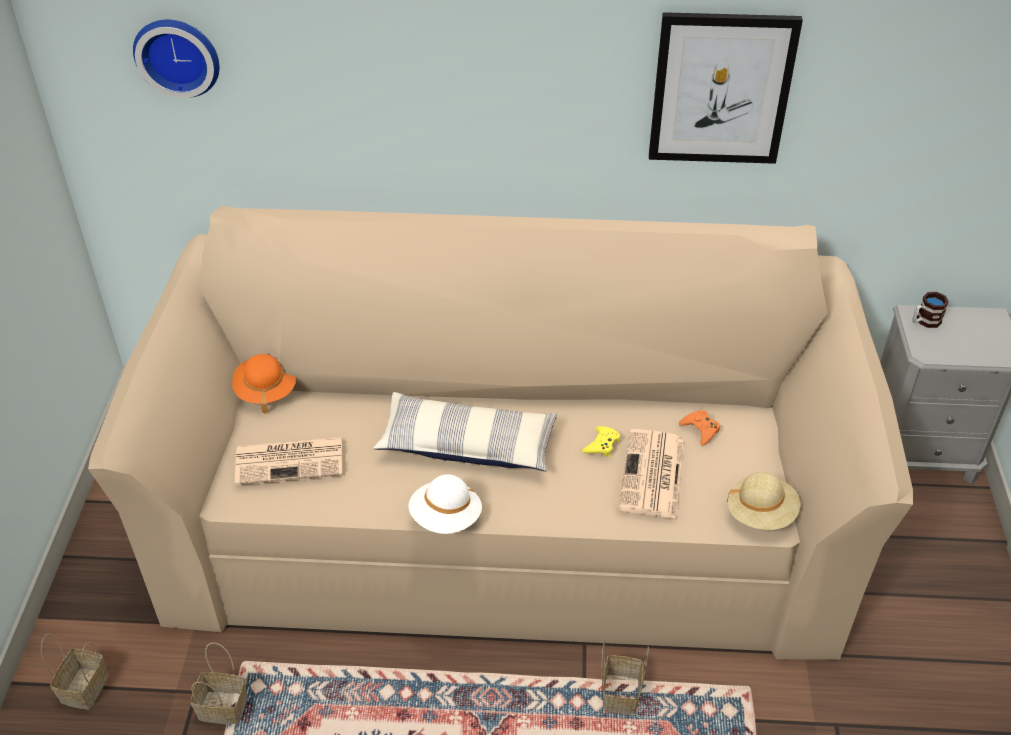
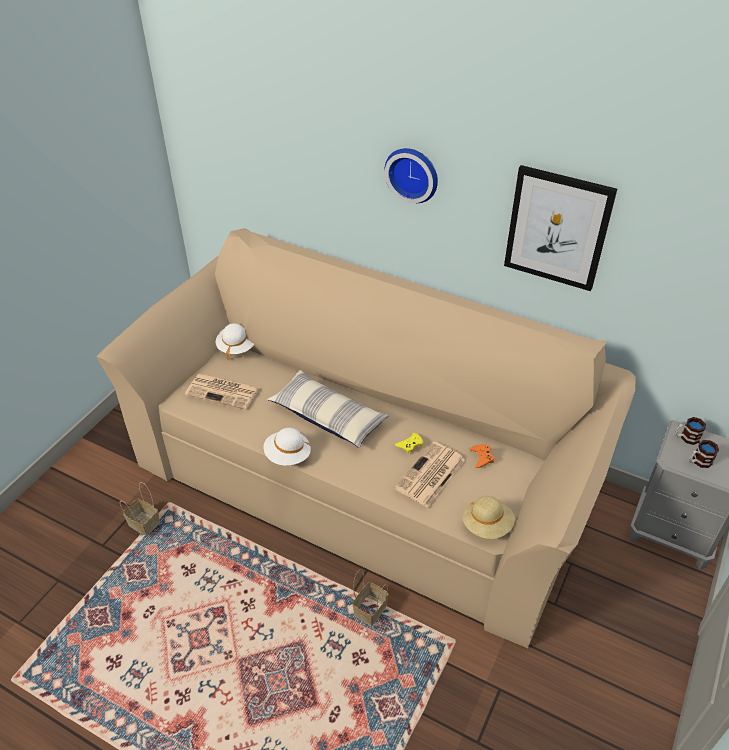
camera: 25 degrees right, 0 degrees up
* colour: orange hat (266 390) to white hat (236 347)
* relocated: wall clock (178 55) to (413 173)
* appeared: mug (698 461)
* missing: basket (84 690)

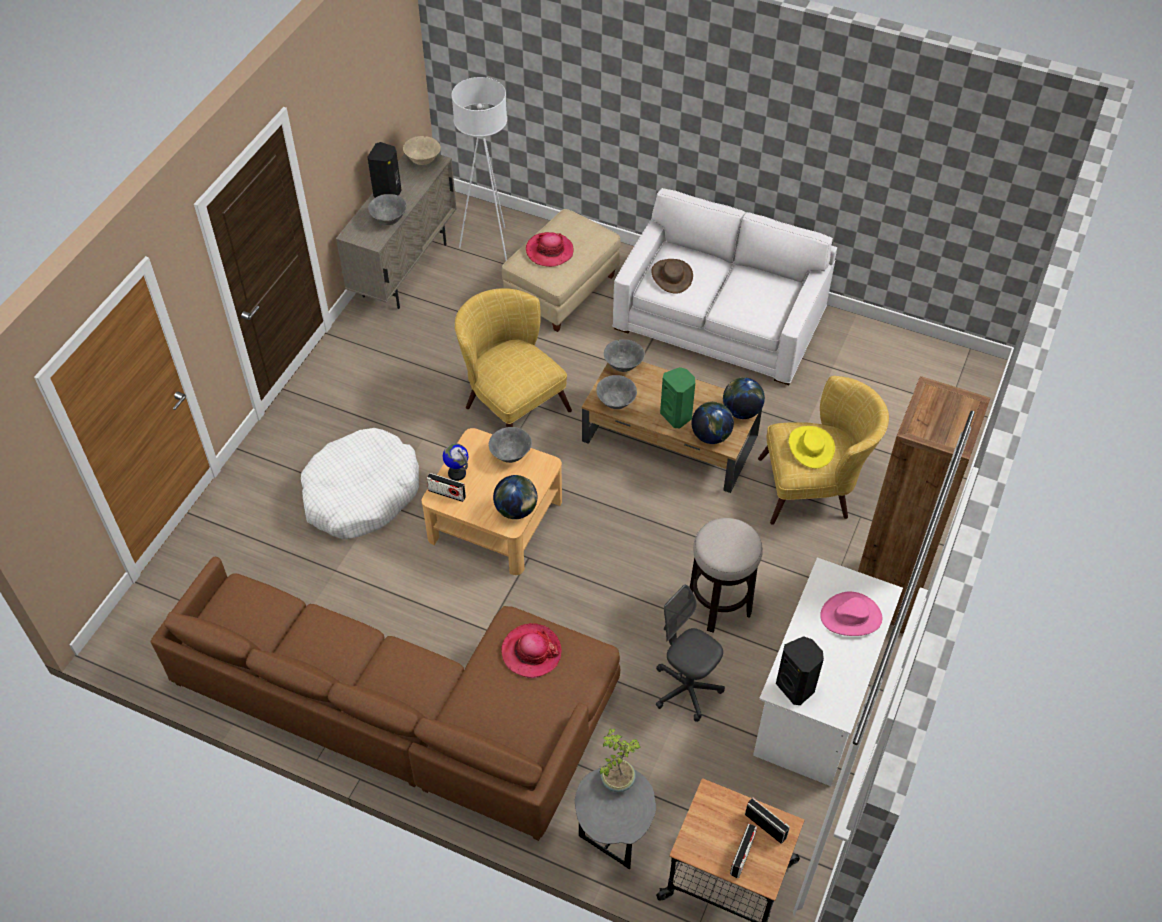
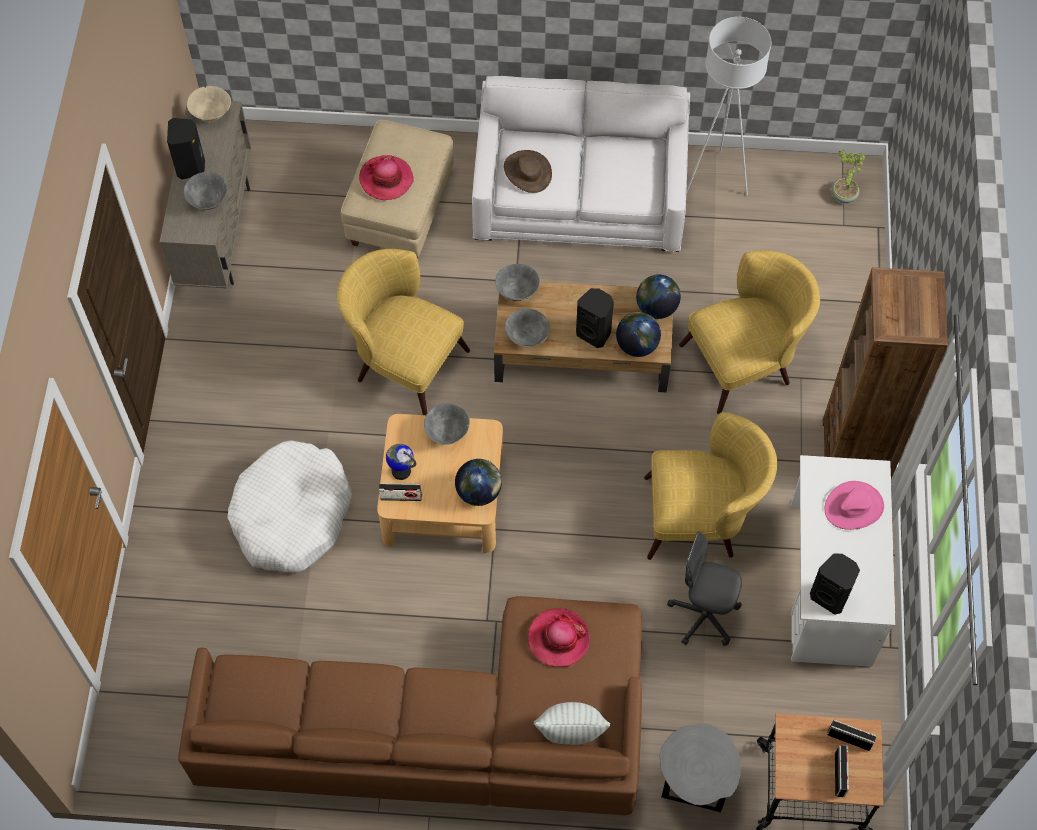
camera: 20 degrees left, 10 degrees up
* appeared: white pillow (570 733)
* colour: green speaker (677 416) to black speaker (594 333)
* exchanged: stool (719 605) to yellow armchair (701 518)
* relocated: white floor lamp (489 245) to (717 179)
* relocated: potted plant (616 780) to (843 196)
* missing: yellow hat (811 447)

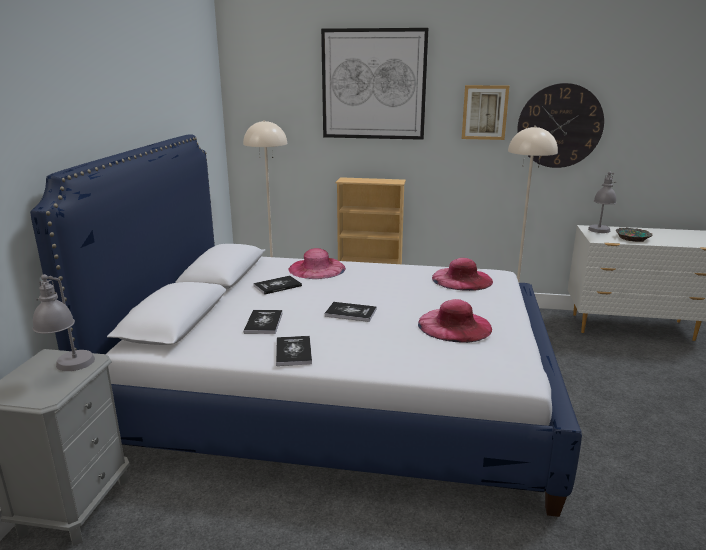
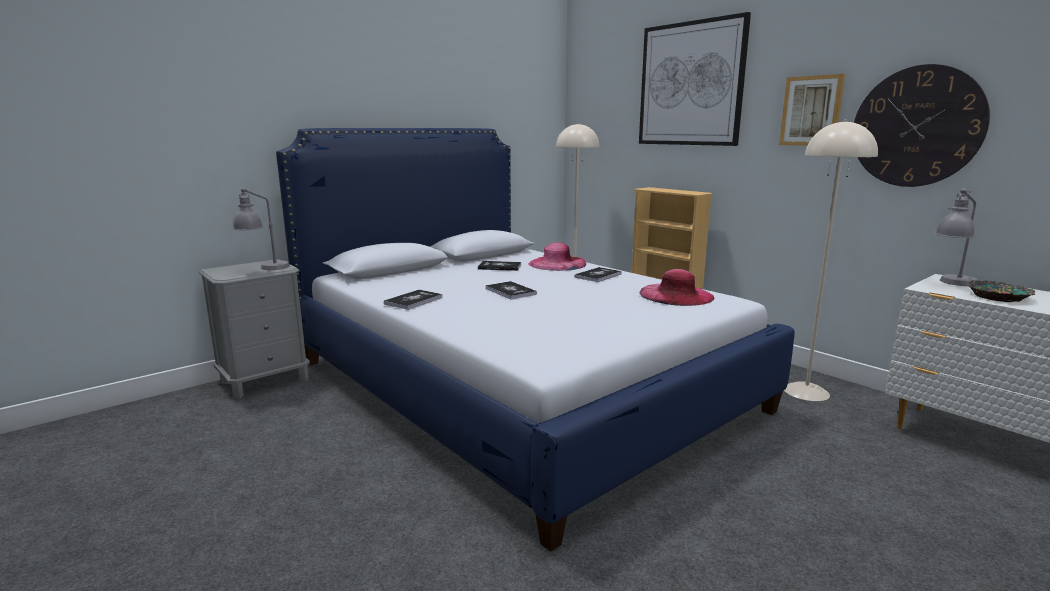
camera: 40 degrees right, 5 degrees down
* relocated: book (263 323) to (598 275)
* missing: pink hat (454 325)

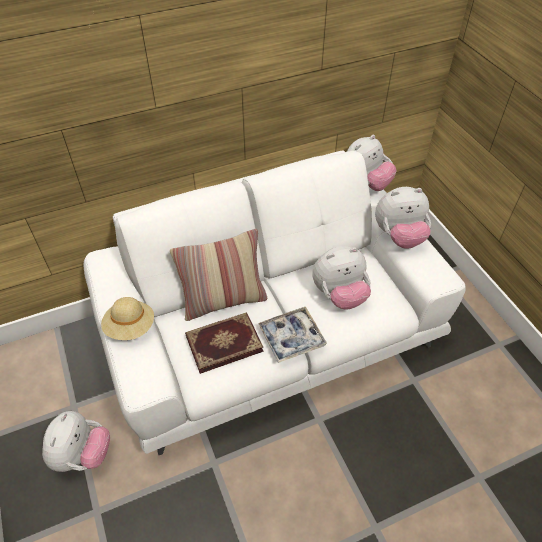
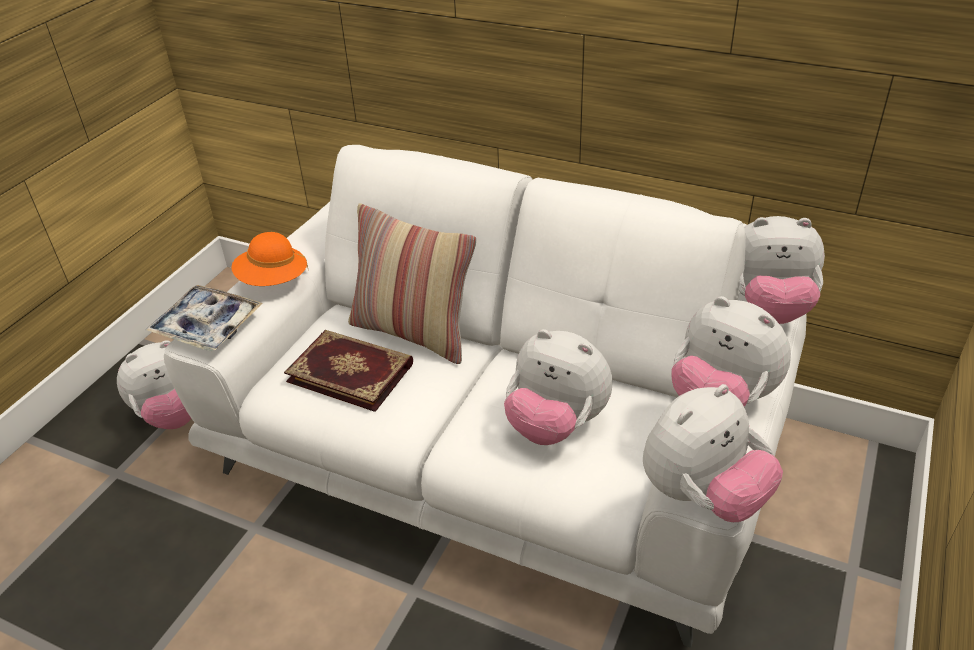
camera: 50 degrees right, 10 degrees down
* relocated: tray (291 338) to (207 326)
* colour: beige hat (130 327) to orange hat (273 280)
* appeared: plush toy (702 495)

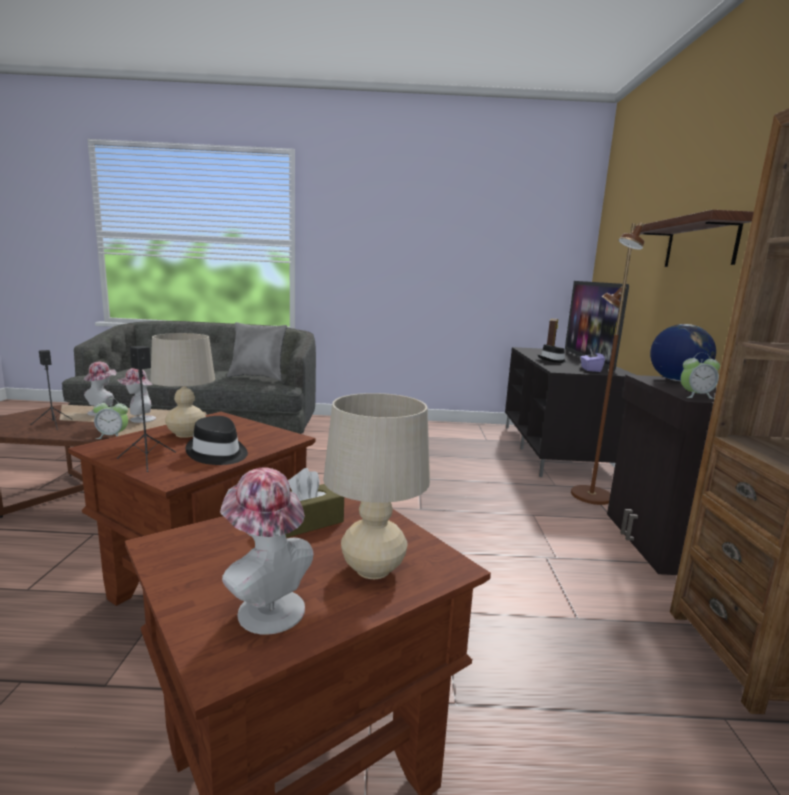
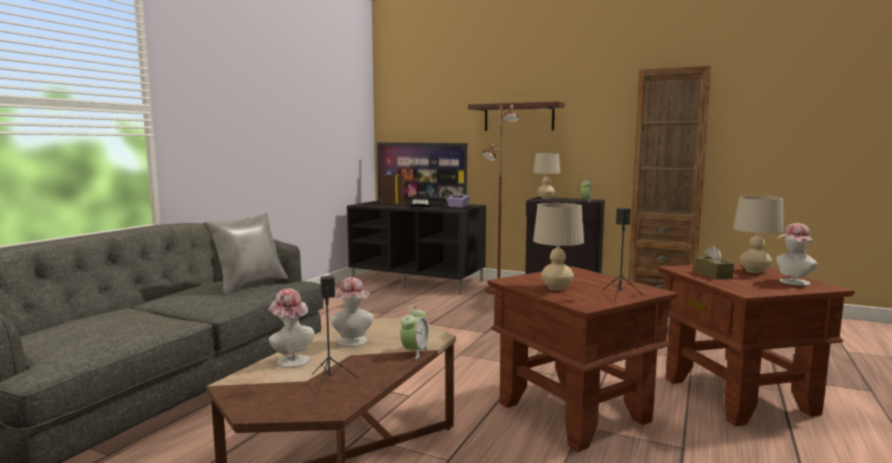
camera: 65 degrees left, 5 degrees down
* exchanged: globe (676 380) to beige table lamp (546 198)
* missing: black hat (217 453)

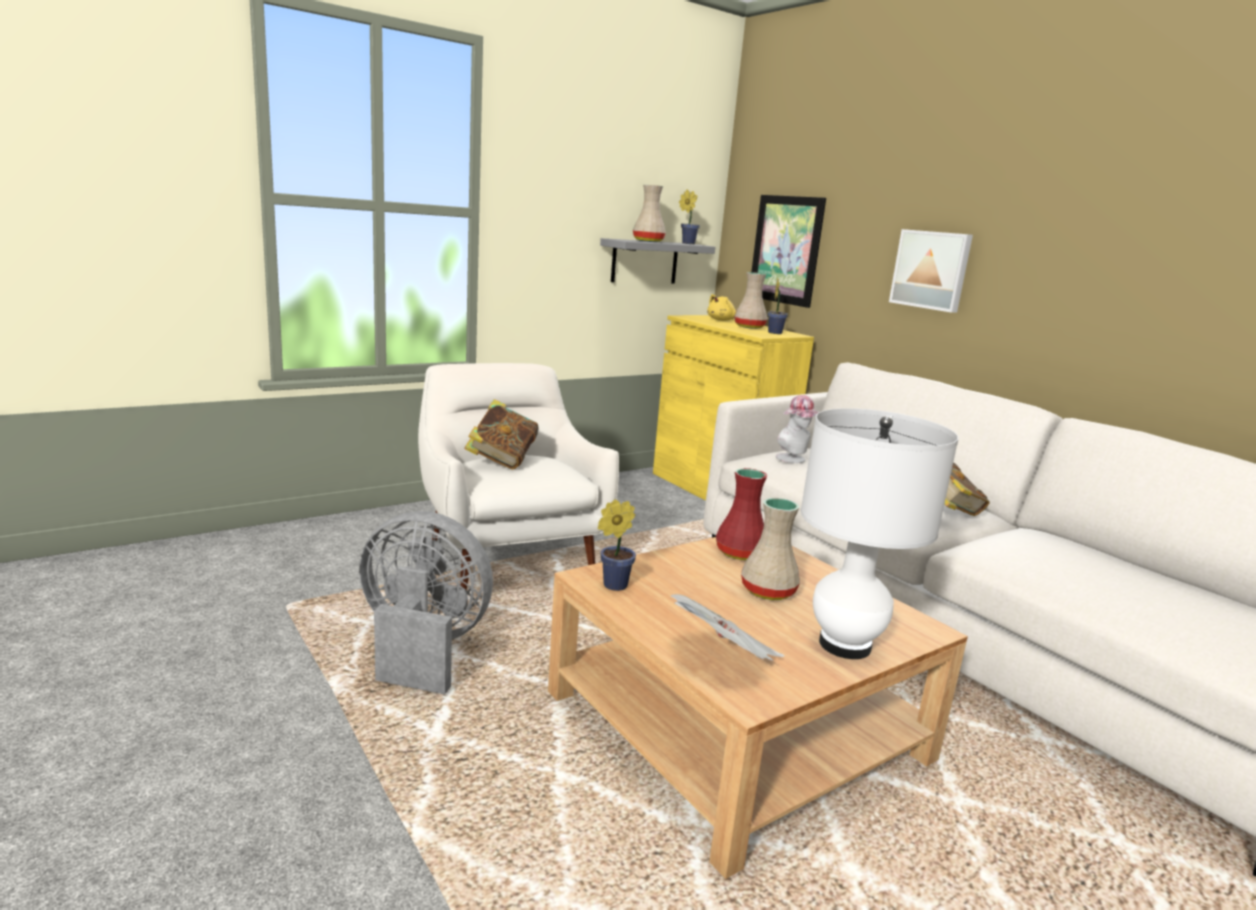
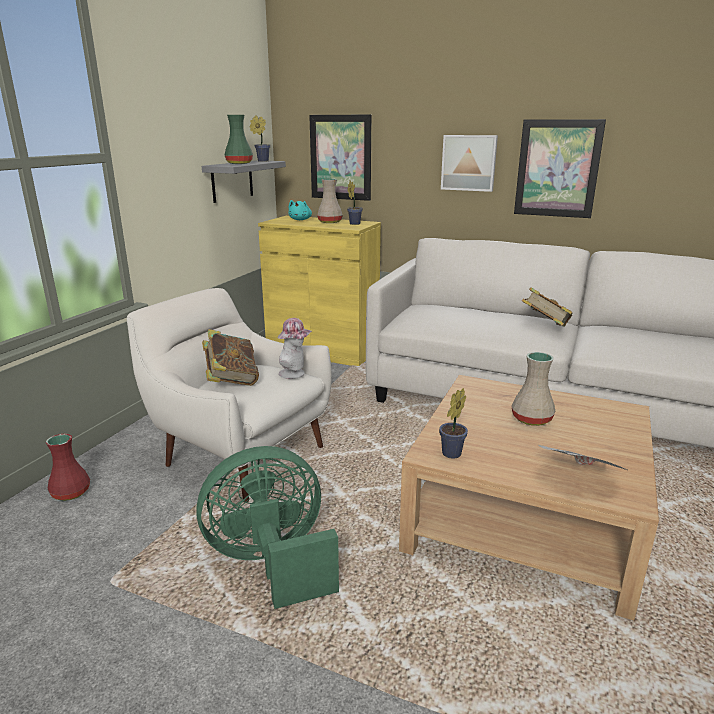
camera: 30 degrees left, 5 degrees up
* relocated: red vase (739 553) to (70 492)
* colour: grey fan (422 648) to green fan (272 563)
* colour: beige vase (648 241) to green vase (239 163)
* relocated: hat (794 459) to (295 373)
* colour: yellow plush toy (721 320) to turquoise plush toy (300 220)
* appeared: picture (557 169)
* missing: white table lamp (844 645)

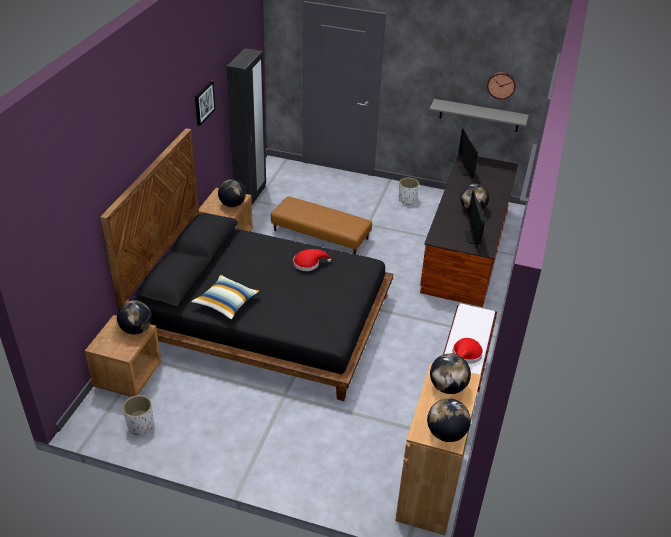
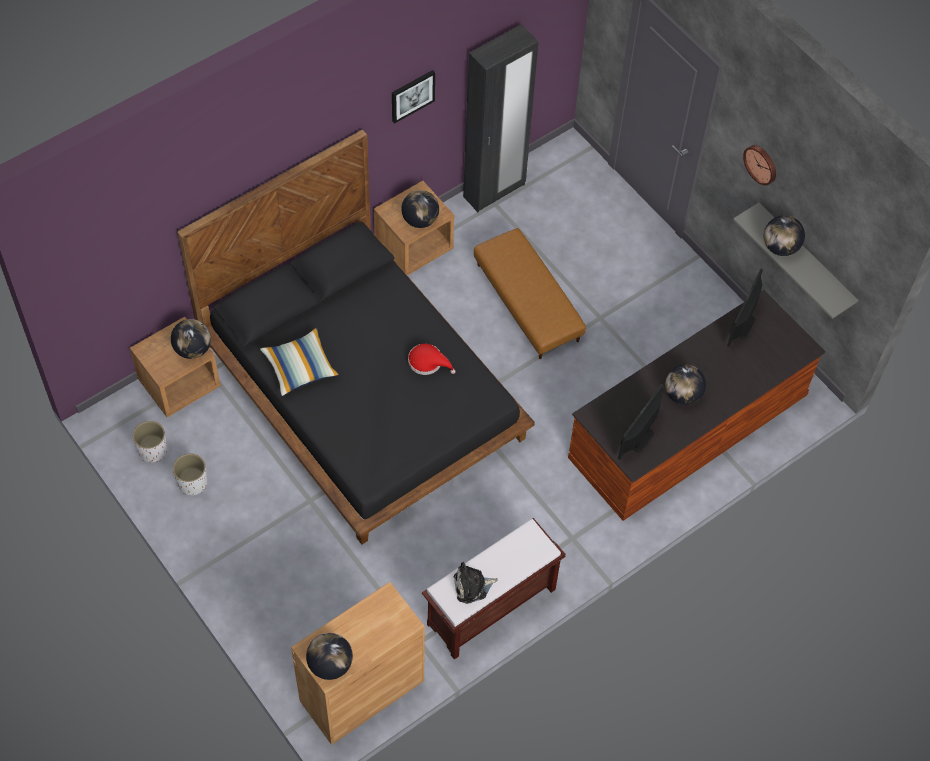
camera: 35 degrees right, 20 degrees up
* relocated: white planter (407 199) to (193 482)
* exchanged: red hat (465 355) to plush toy (472 586)
* relocated: wall clock (501 85) to (761 164)
* relocated: globe (447 387) to (780 247)

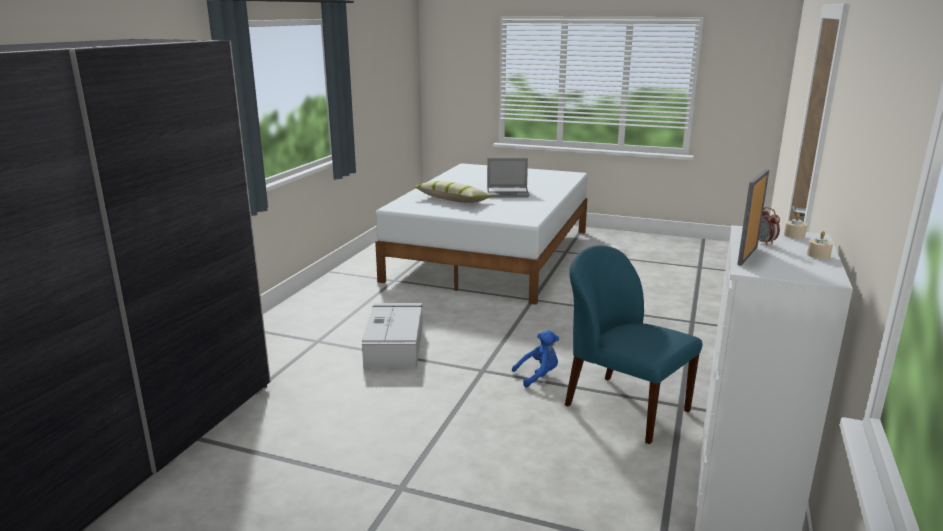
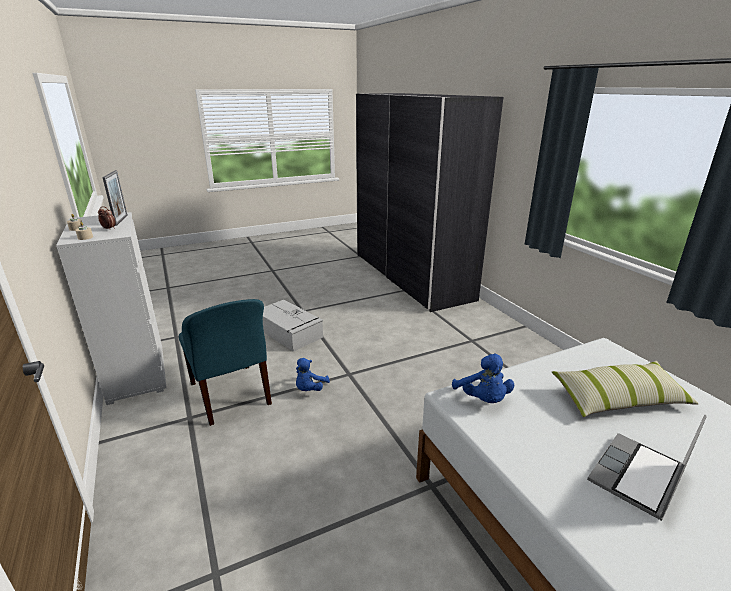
camera: 135 degrees right, 5 degrees up
* spun: blue chair (624 407) = (231 395) 60 degrees clockwise
* relocated: grey storage box (394 345) to (289 332)
* appeared: blue plush toy (483 399)

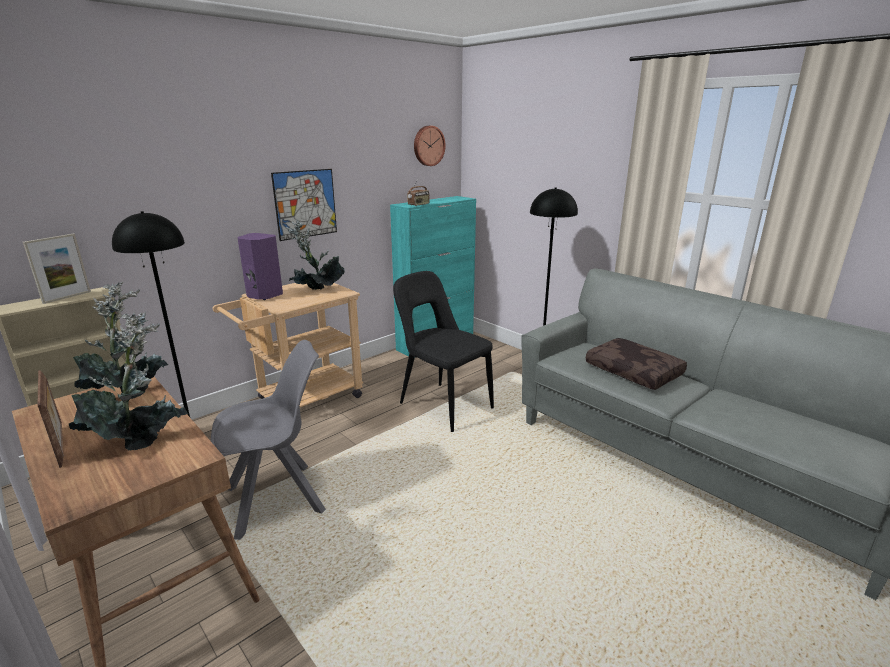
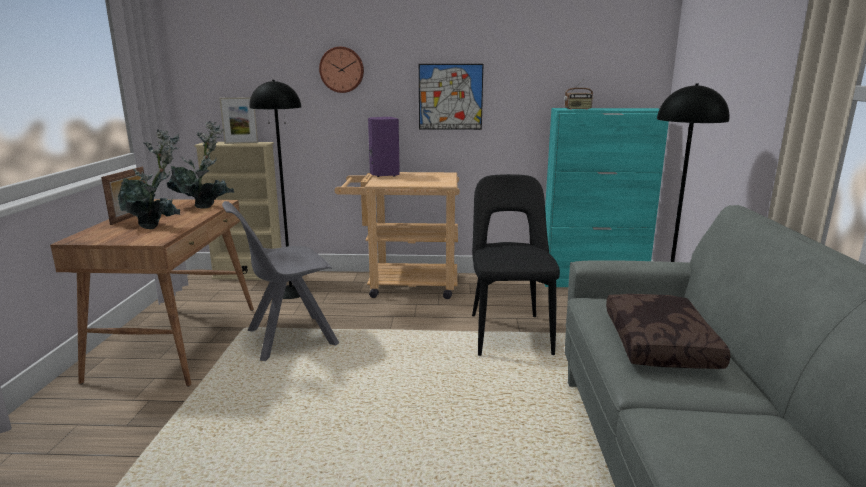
camera: 45 degrees right, 5 degrees down
* spun: grey chair (278 499) = (289 338) 135 degrees clockwise
* relocated: wall clock (428 146) to (342 69)
* missing: potted plant (316 292)

